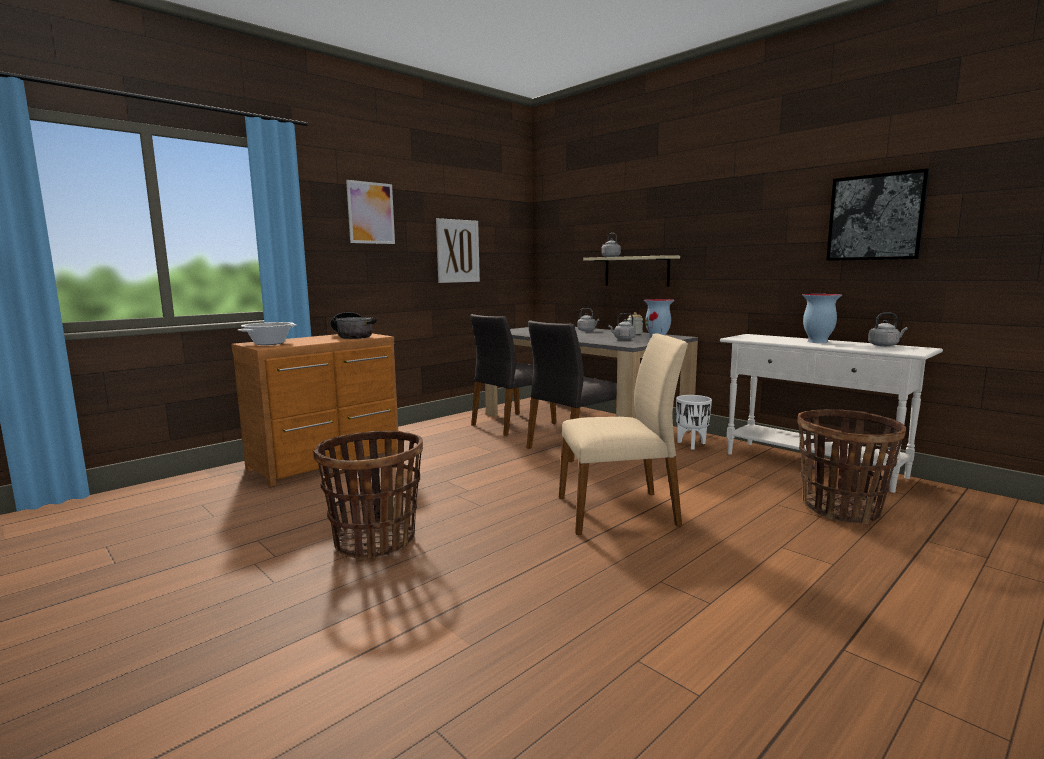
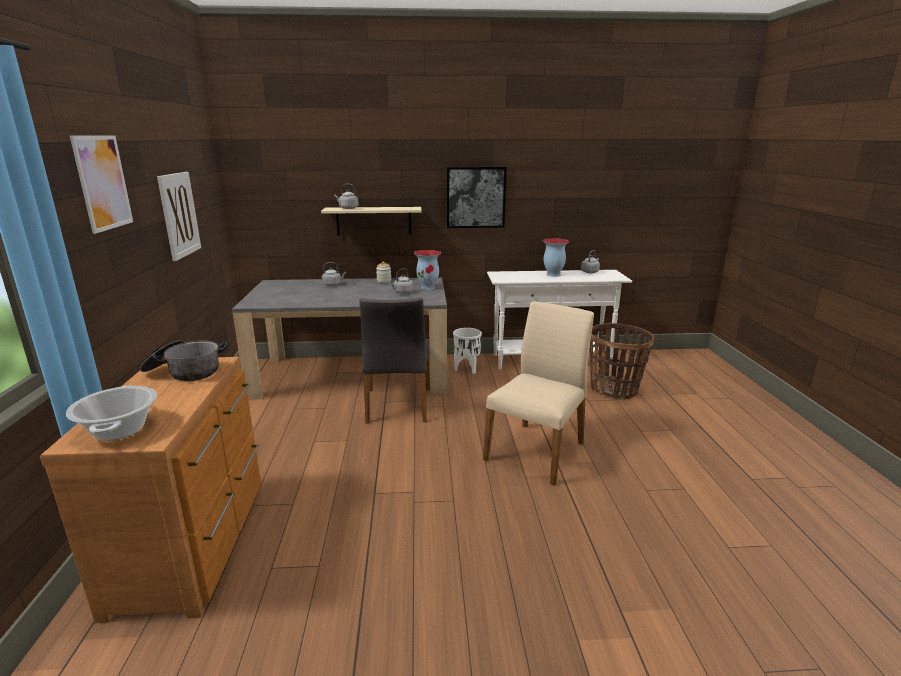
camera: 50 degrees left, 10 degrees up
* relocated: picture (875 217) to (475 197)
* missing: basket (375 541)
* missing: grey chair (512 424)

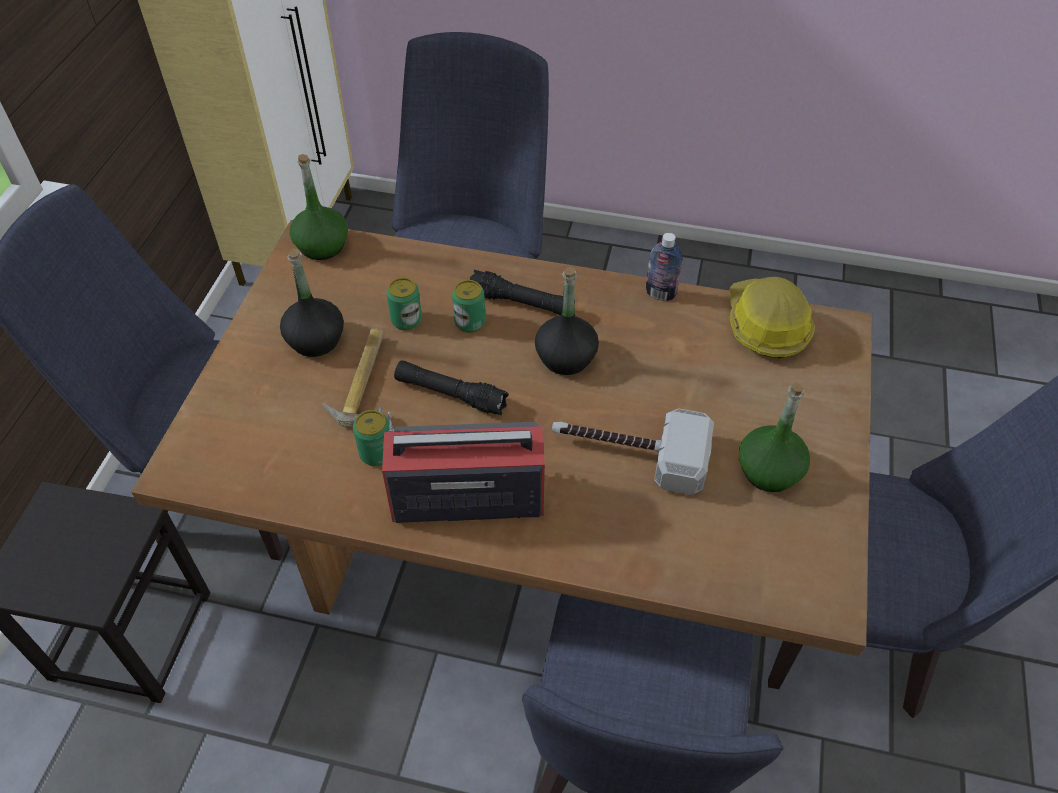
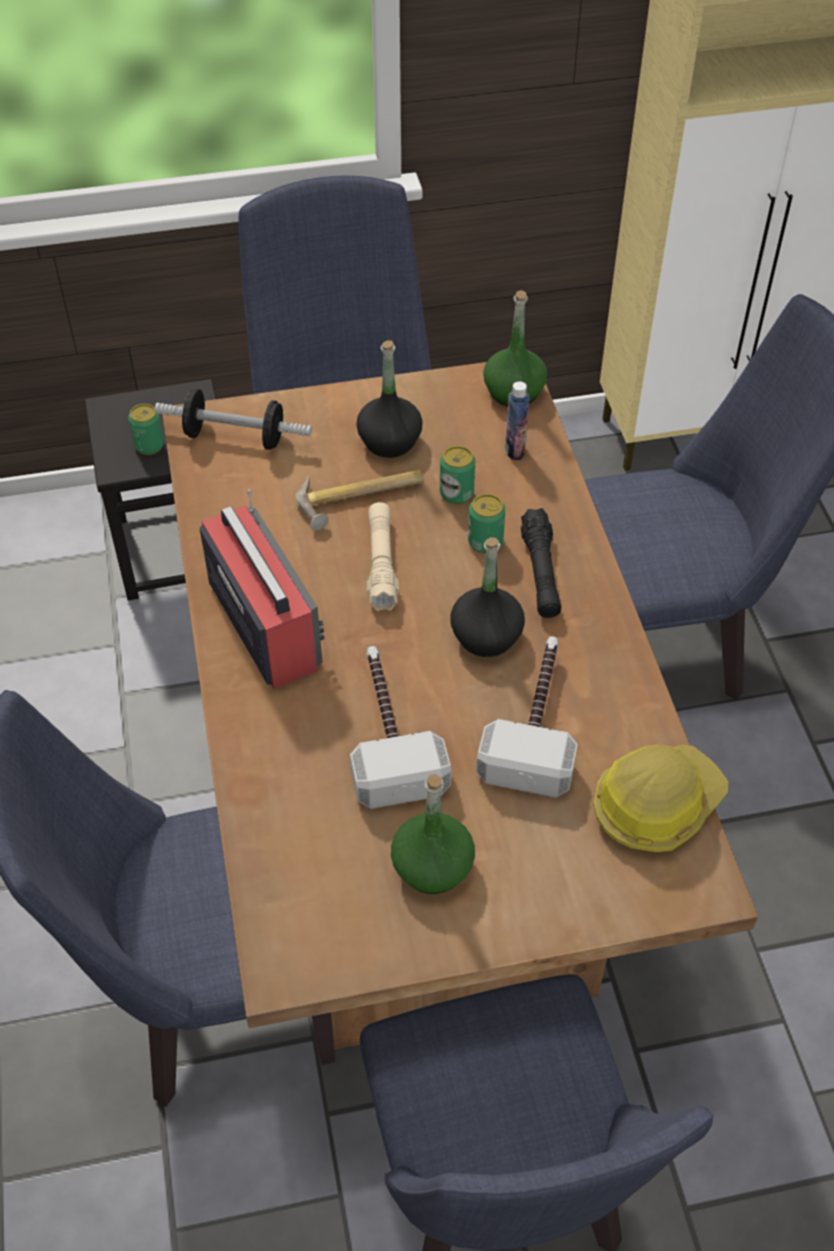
camera: 65 degrees right, 0 degrees up
* relocated: can (376 453) to (149 445)
* appeared: dumbbell (235 437)
* colour: black flashlight (450 394) to beige flashlight (381 564)
* appeared: hammer (536 721)
* relocated: bottle (660 294) to (515 449)

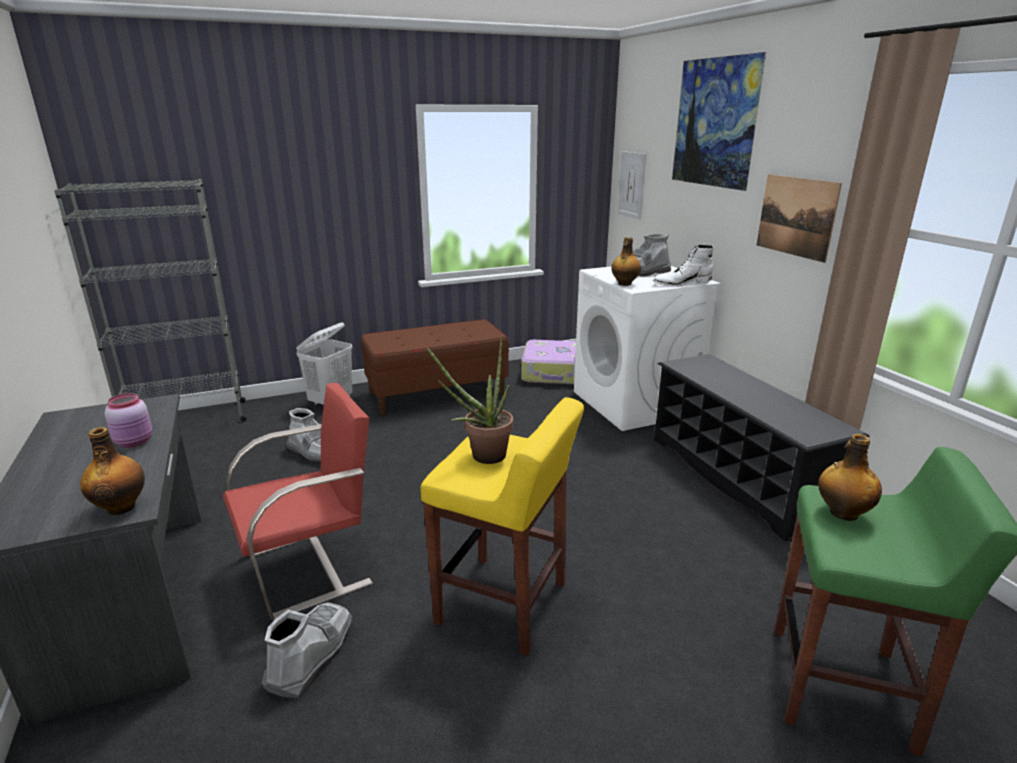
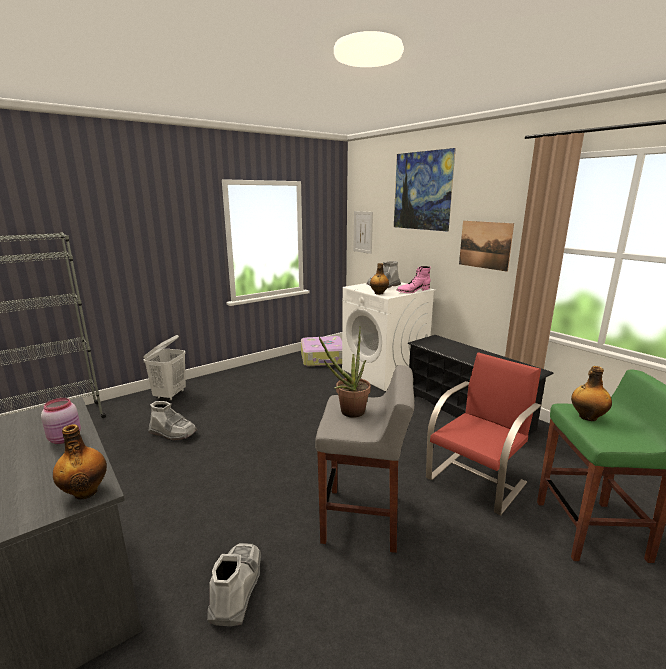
camera: 15 degrees left, 5 degrees down
* colour: yellow stool (504 604) to grey stool (363 519)
* colour: white boot (681 283) to pink boot (412 291)
* relocated: red chair (311 568) to (477 480)
* missing: brown bench (437 393)

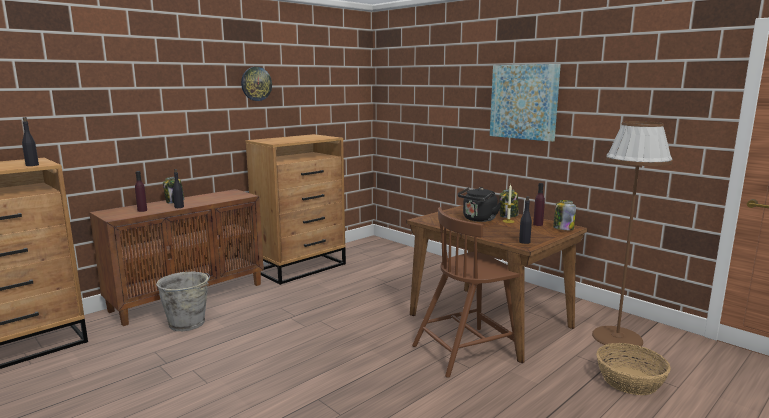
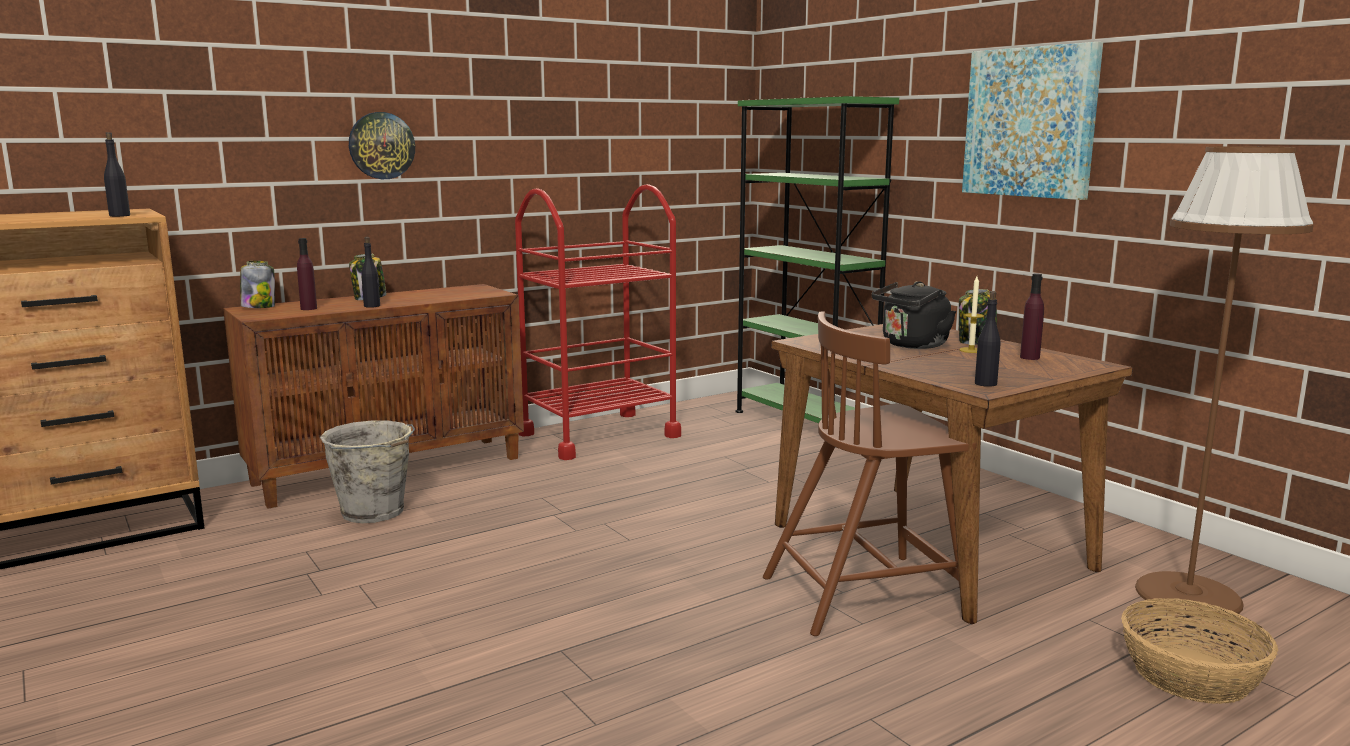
camera: 10 degrees right, 0 degrees up
* relocated: jar (563 228) to (258 307)
* relocated: wall clock (256 83) to (381 145)
* exchanged: brown dresser (301 267) to red cart (599 435)
* appeared: green bookcase (804 423)

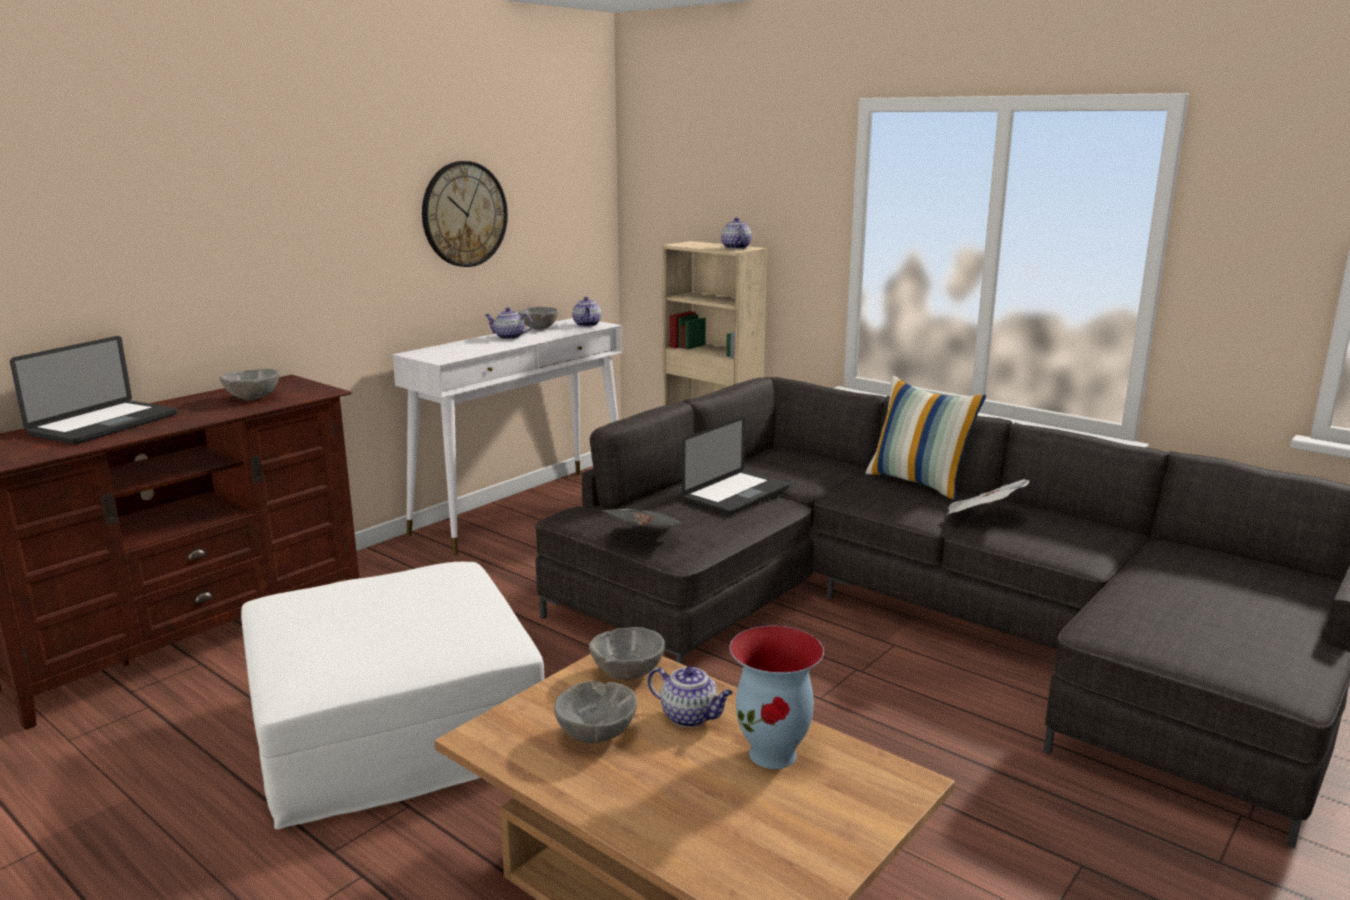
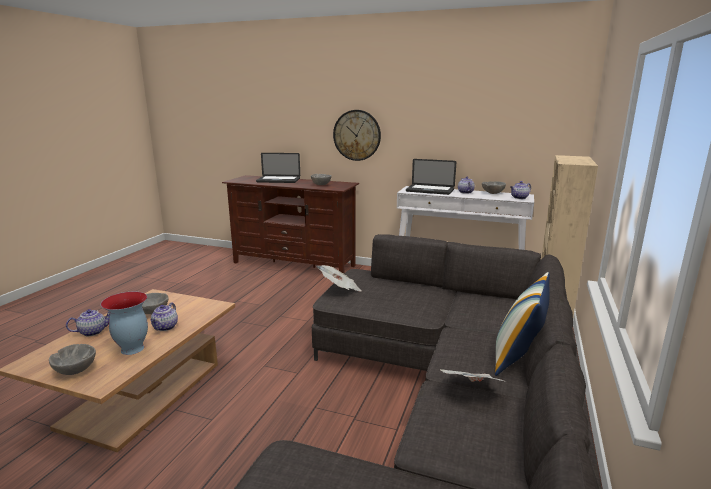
camera: 70 degrees right, 0 degrees up
* relocated: grey bowl (627 673) to (75 370)
* relocated: teapot (735 248) to (93 332)
* relocated: wall clock (464 214) to (357 135)
* relocated: laptop (736 494) to (430 190)
* missing: white ottoman (392 729)

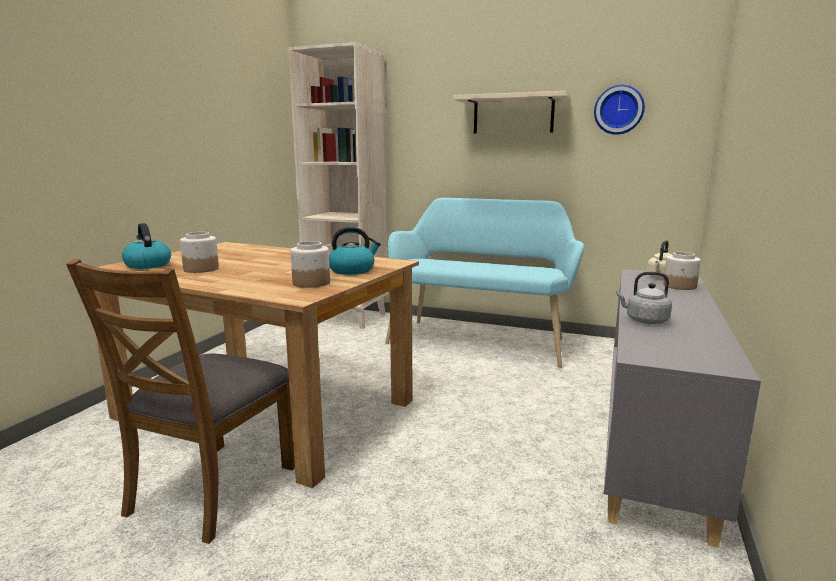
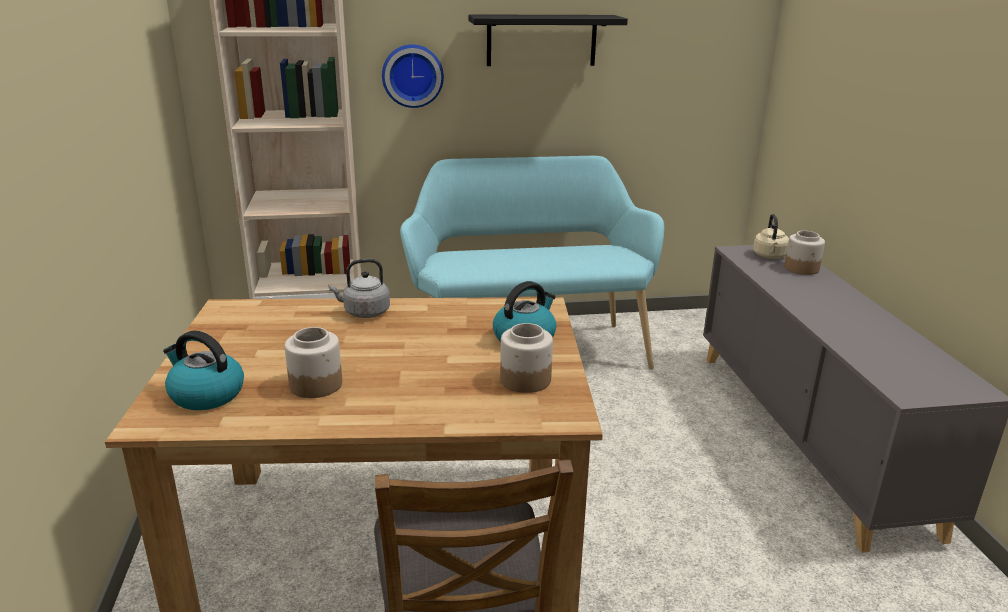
camera: 30 degrees left, 10 degrees up
* relocated: grey kettle (644 320) to (364 313)
* relocated: wall clock (619 110) to (412 75)
* colour: beige shelf (513 114) to black shelf (541 40)

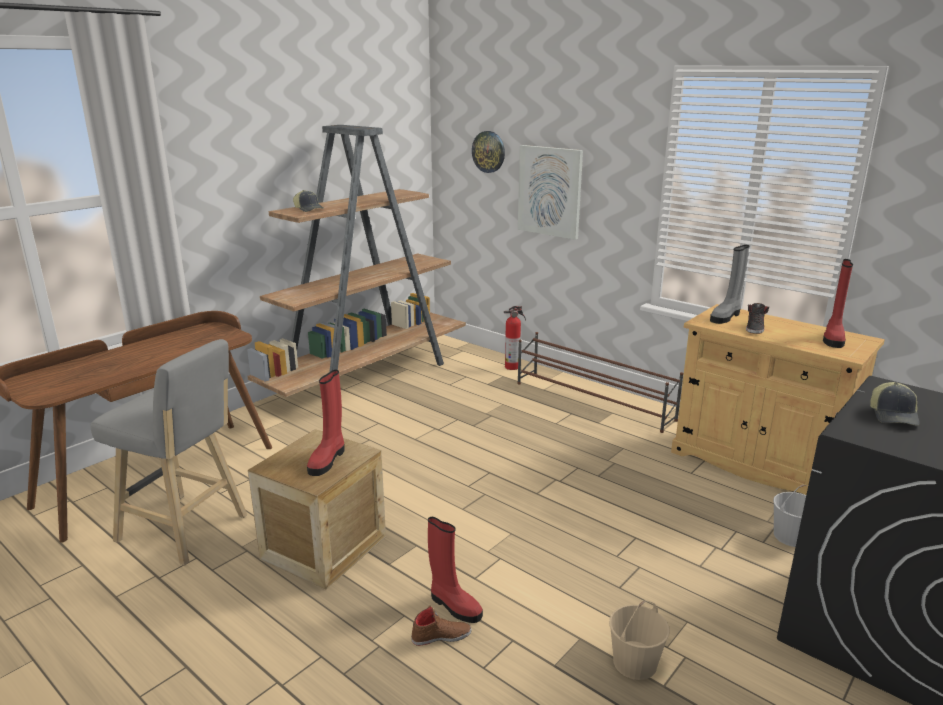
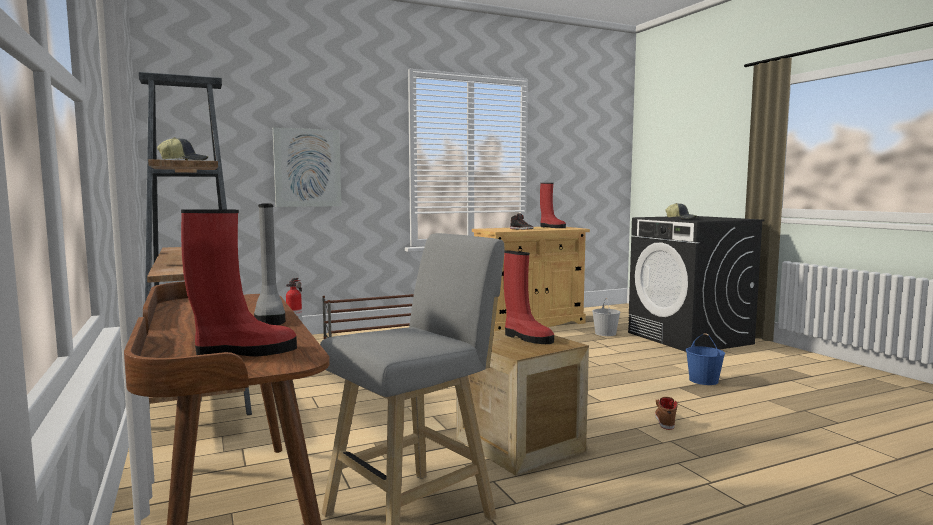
camera: 65 degrees left, 15 degrees down
* relocated: red boot (454 606) to (244 353)
* relocated: grey boot (725 317) to (270 317)
* colour: beige bucket (634 663) to blue bucket (704 380)
* missing: wall clock (488 151)

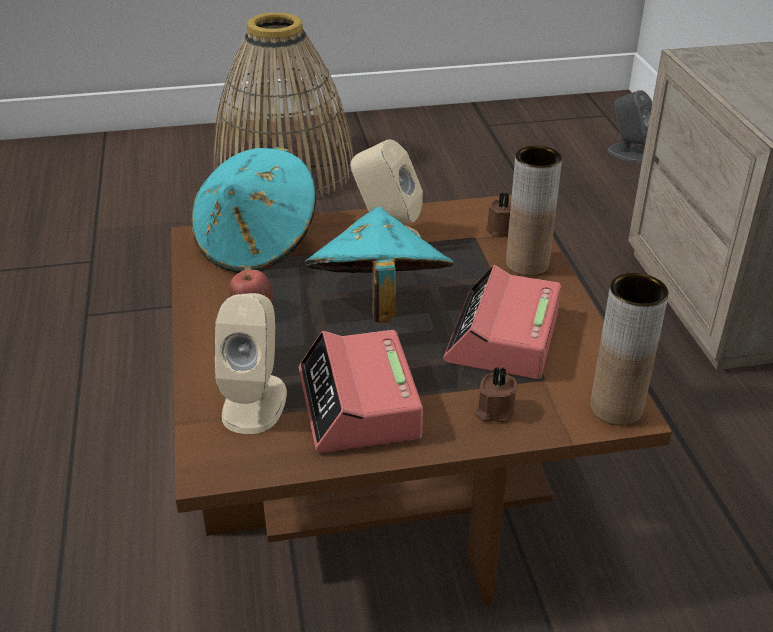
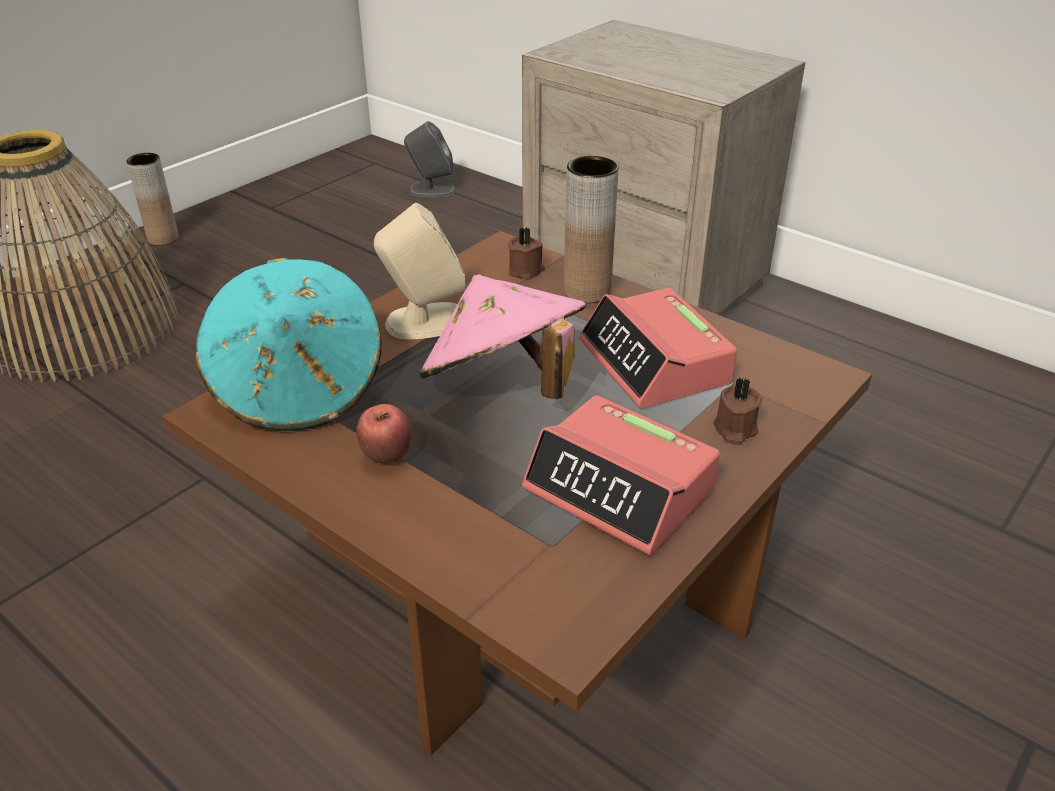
camera: 40 degrees left, 0 degrees up
* relocated: brown vase (616 408) to (163 239)
* colour: turquoise hat (378 302) to pink hat (504 386)
* missing: beige speaker (254 402)

